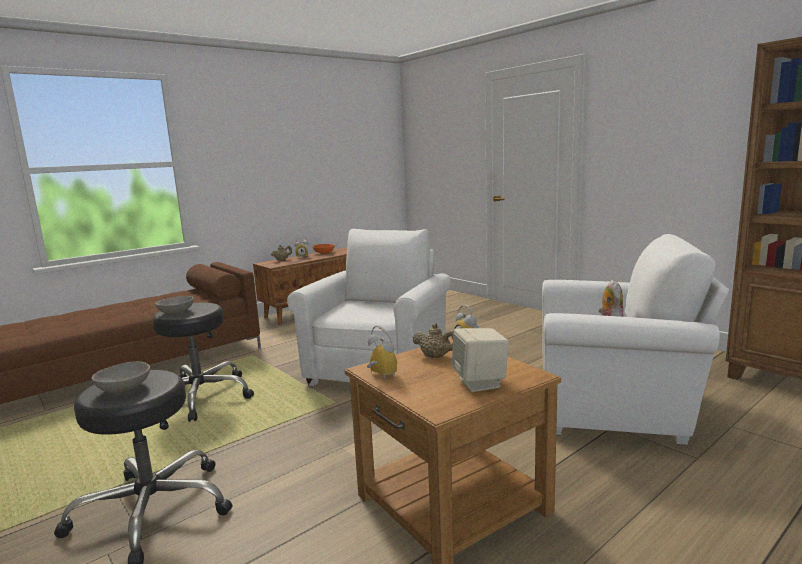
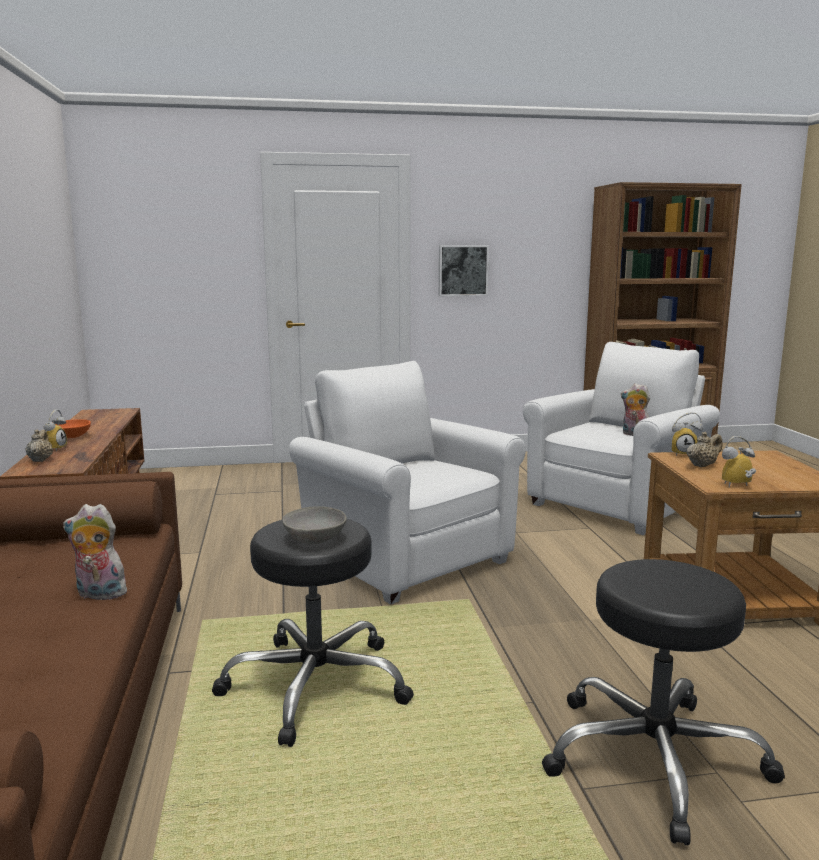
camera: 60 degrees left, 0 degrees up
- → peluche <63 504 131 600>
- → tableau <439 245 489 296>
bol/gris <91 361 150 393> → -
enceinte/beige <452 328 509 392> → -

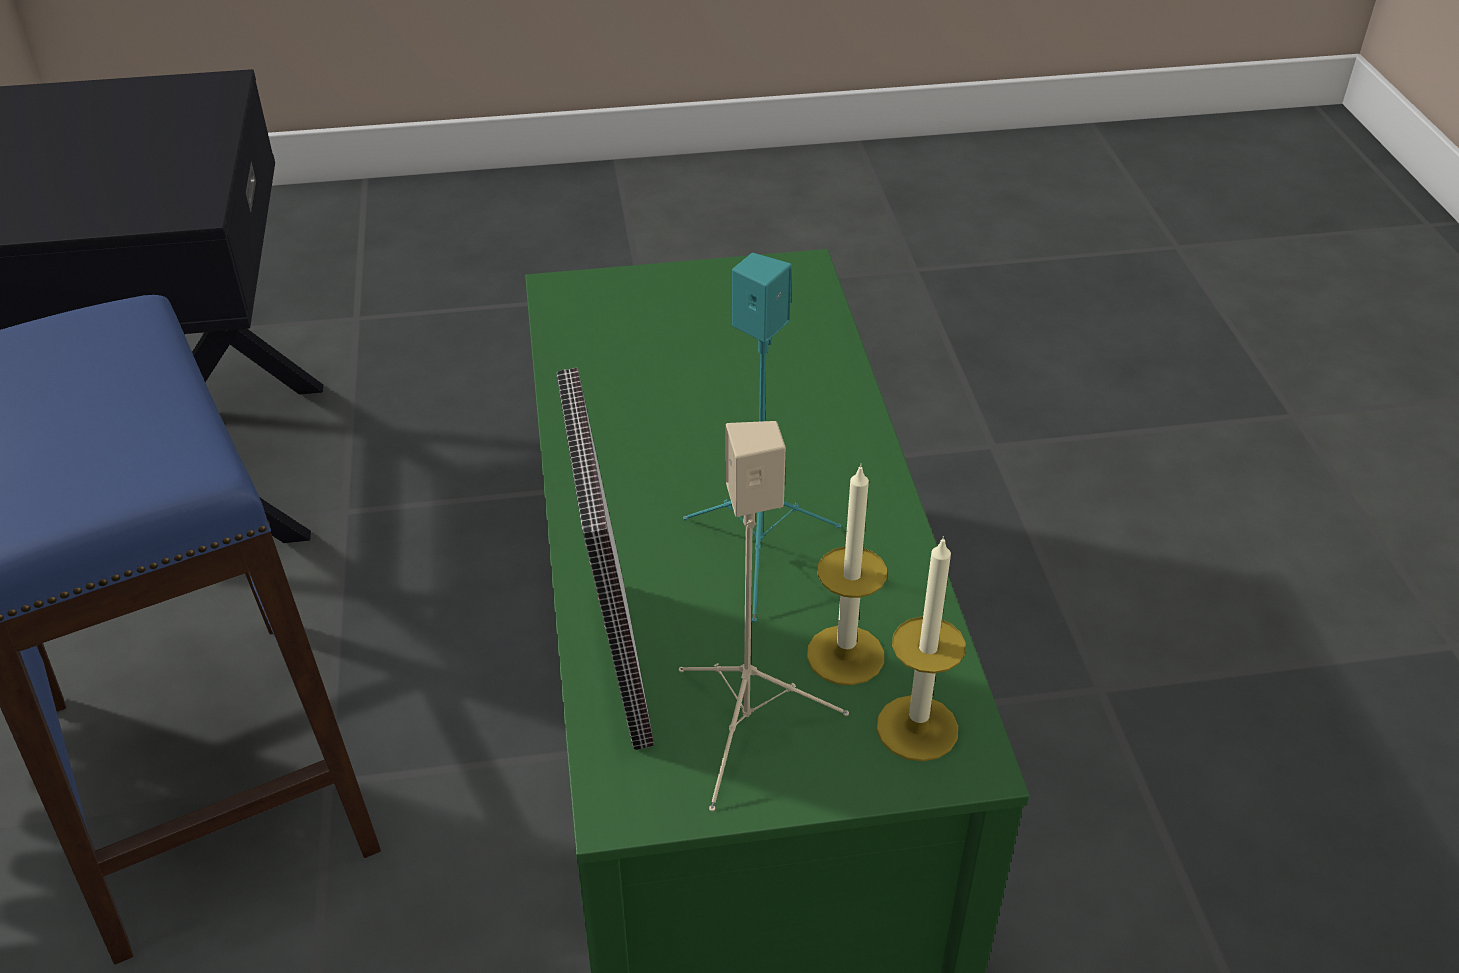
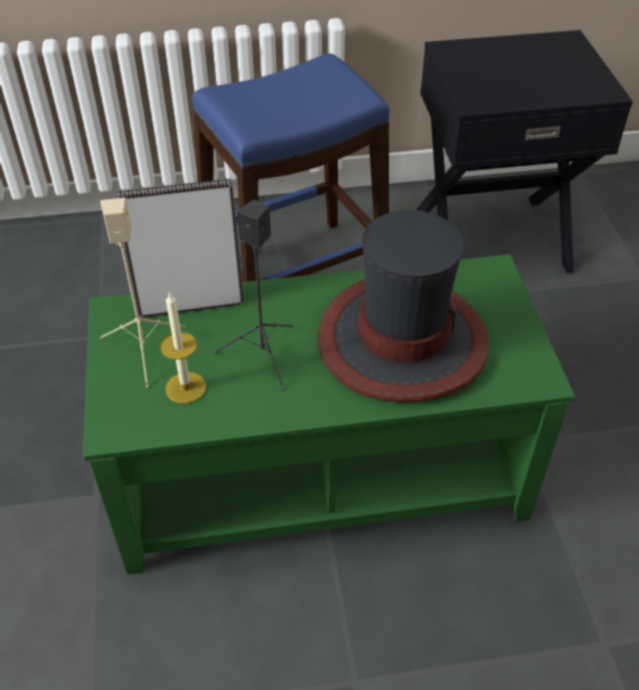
camera: 90 degrees right, 5 degrees up
enceinte/turquoise <683 253 841 622> → enceinte/noir <213 200 293 390>
- → chapeau <318 210 489 402>
bougie <877 536 966 761> → -

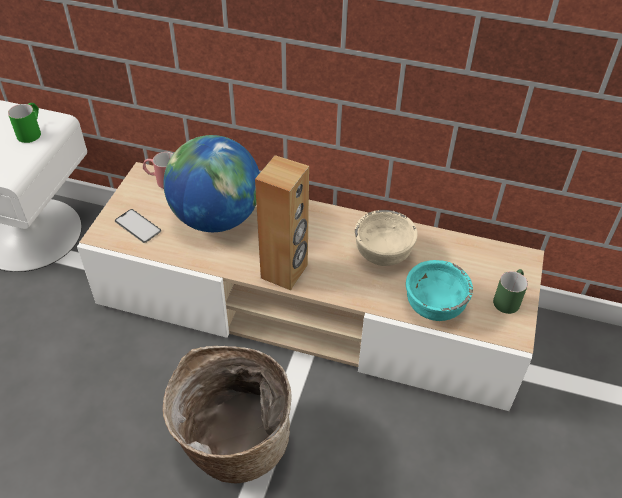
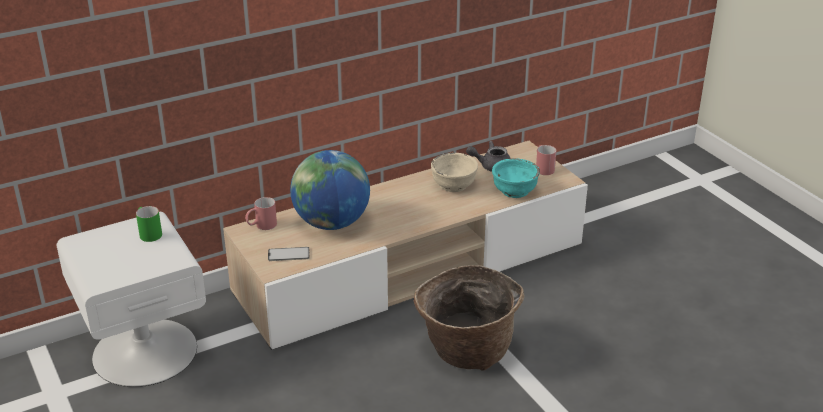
camera: 45 degrees left, 15 degrees down
- → théière/gris <466 141 511 172>
mug/vert <493 269 528 314> → mug/rouge <536 145 556 175>
enceinte/marron <255 155 309 290> → -

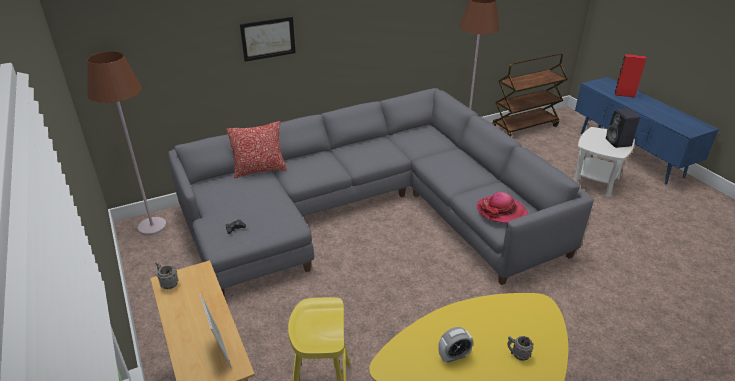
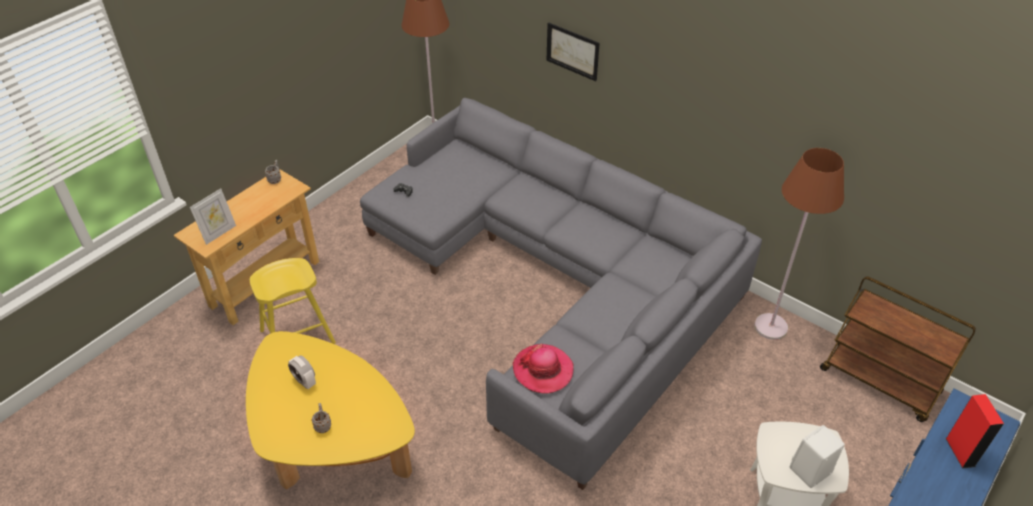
camera: 65 degrees right, 10 degrees up
enceinte/noir <606 109 640 148> → enceinte/blanc <790 425 845 488>
coussin <227 121 287 178> → -

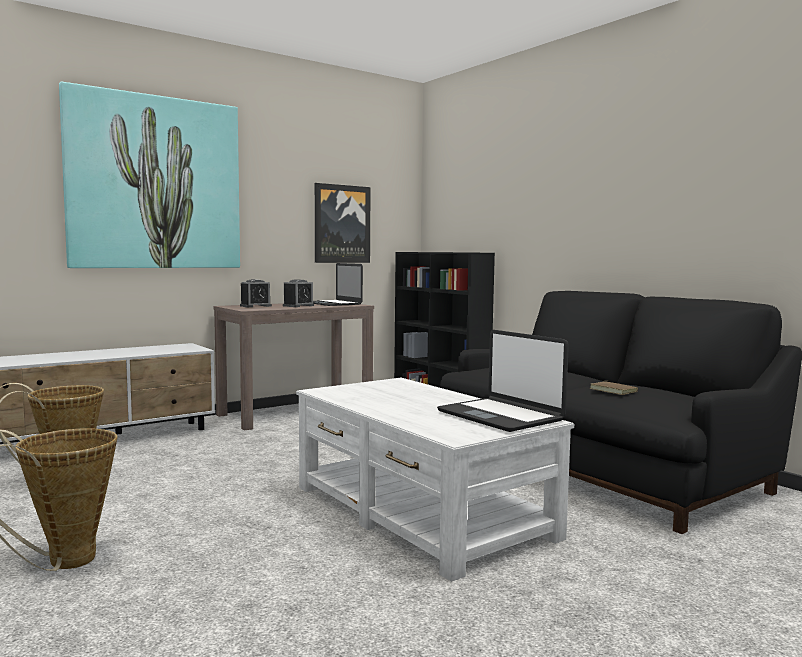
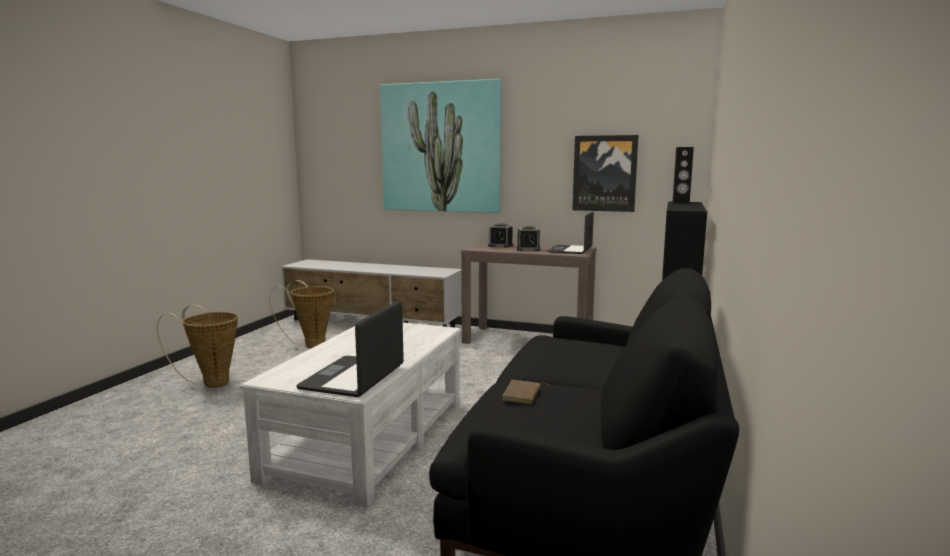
camera: 55 degrees right, 5 degrees up
- → enceinte/noir <673 147 694 203>

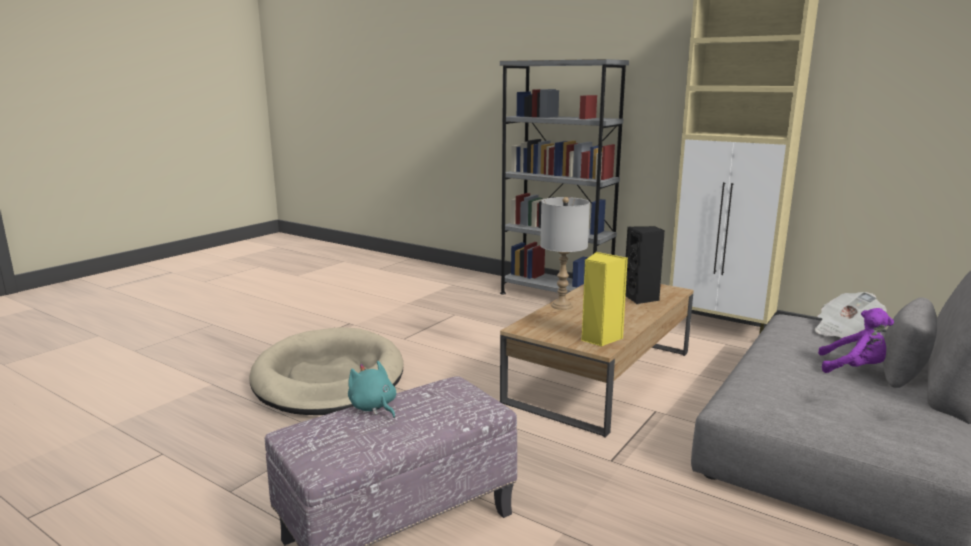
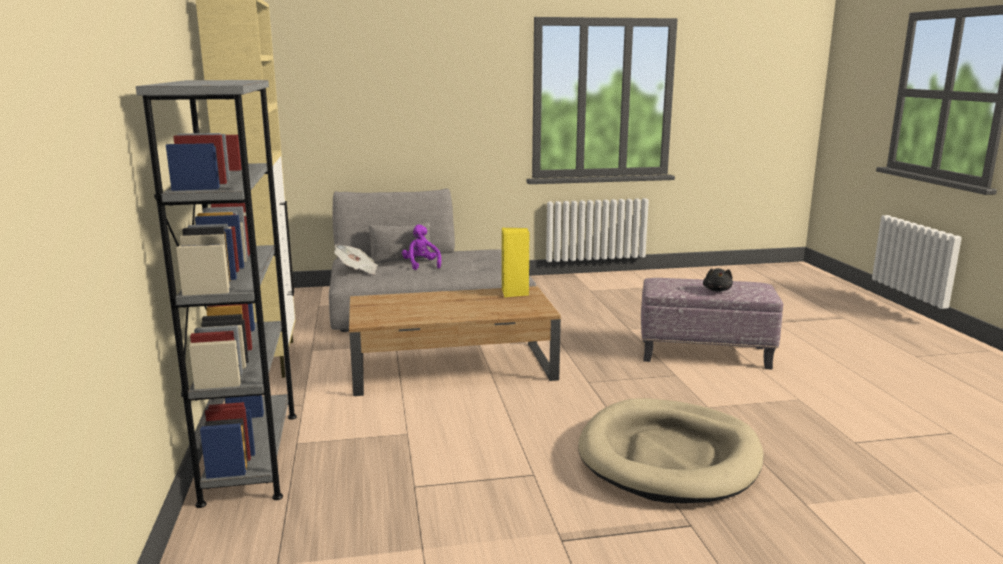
camera: 135 degrees left, 0 degrees up
peluche/turquoise <348 361 396 418> → peluche/noir <703 268 733 291>
lampe de table/gris <540 197 590 310> → -
enceinte/noir <626 226 665 304> → -

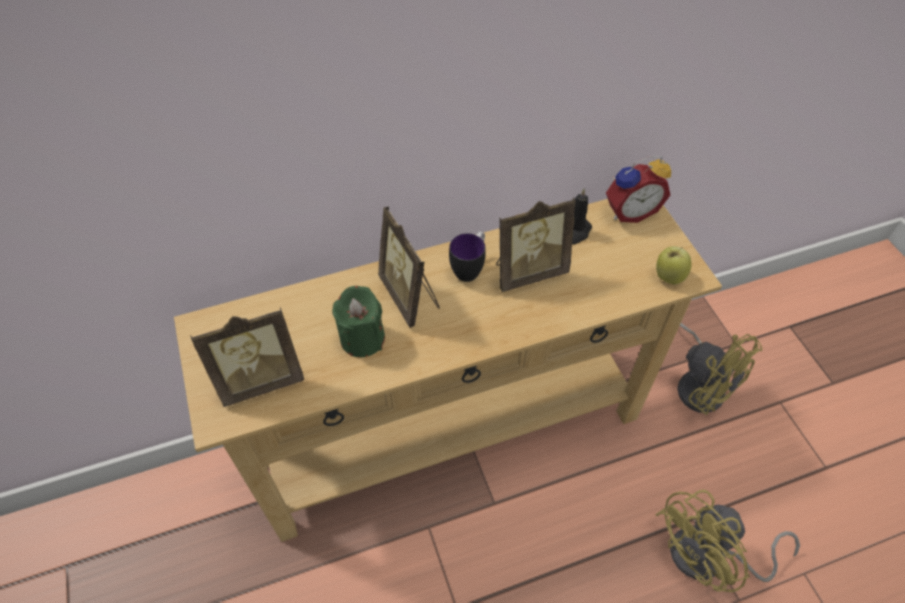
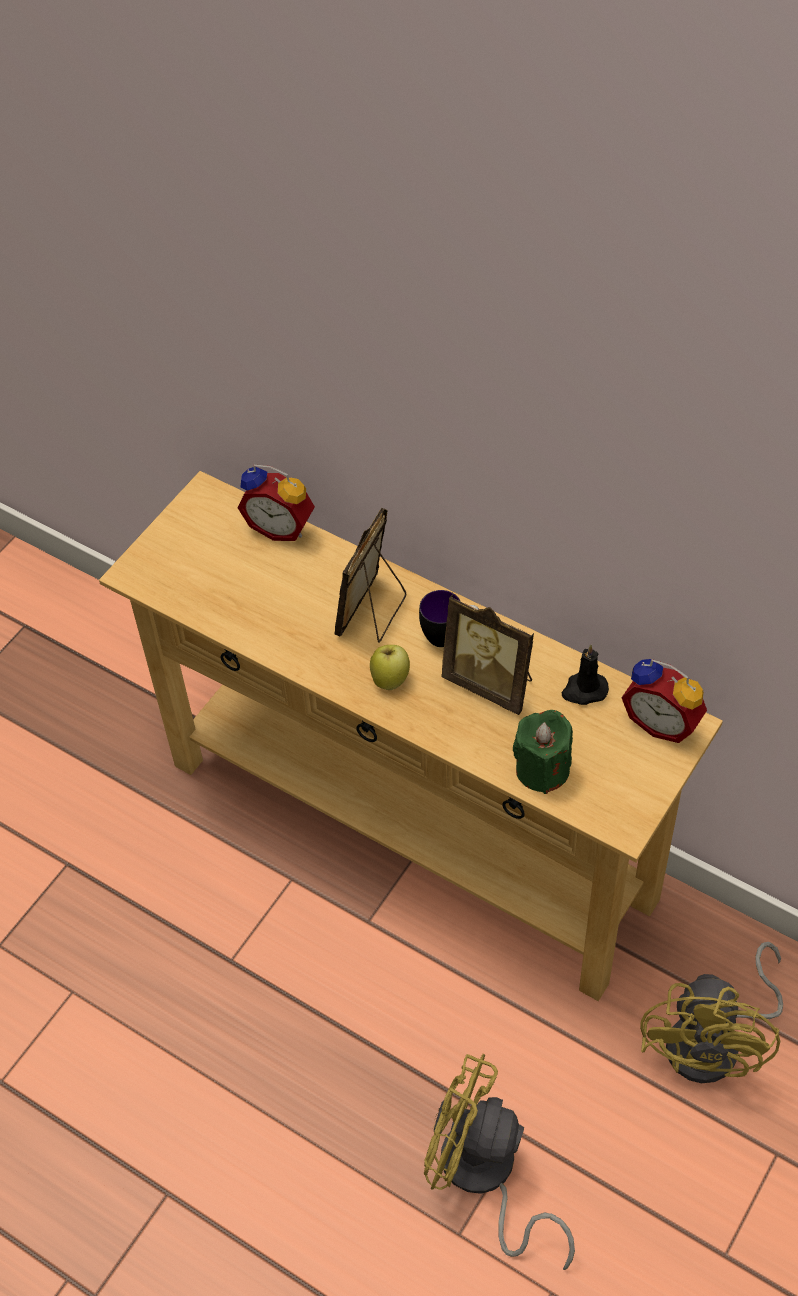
camera: 55 degrees right, 0 degrees up
- → réveil <237 465 315 541>
pomme <656 246 692 285> → pomme <370 645 410 690>, move
bougie/vert <332 286 385 357> → bougie/vert <513 710 573 794>, move
cadre photo <190 307 304 407> → -

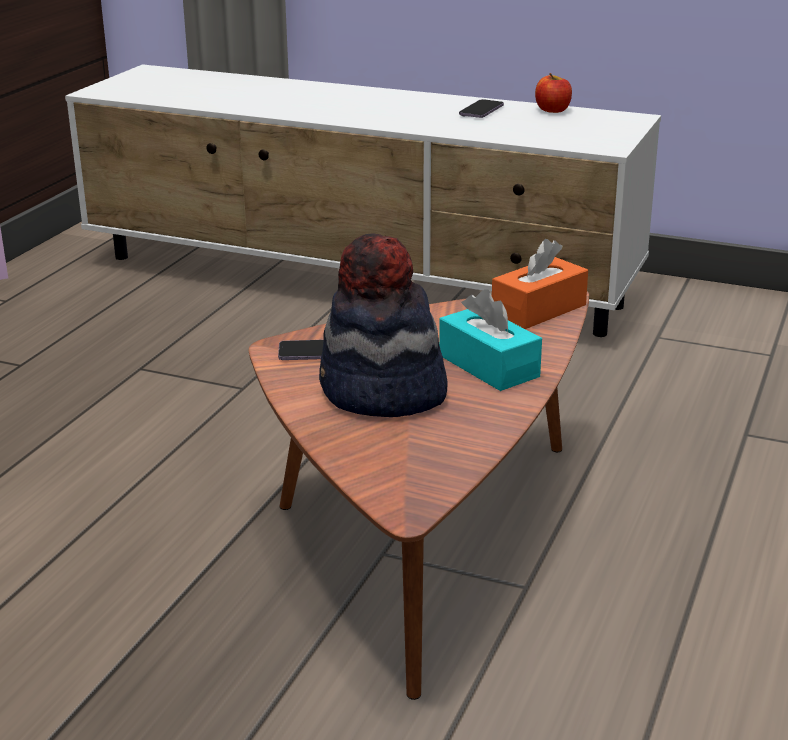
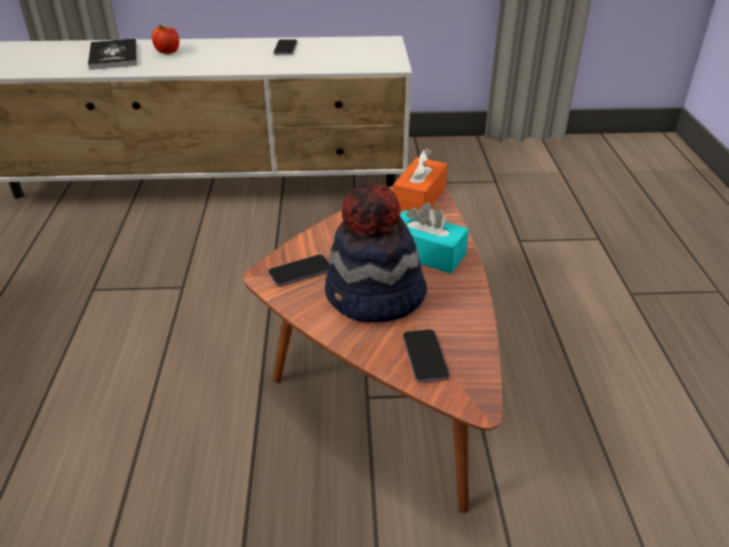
camera: 25 degrees left, 10 degrees up
- → livre <88 38 137 70>
pomme <535 73 572 113> → pomme <152 25 179 54>, move
- → téléphone <403 329 449 383>

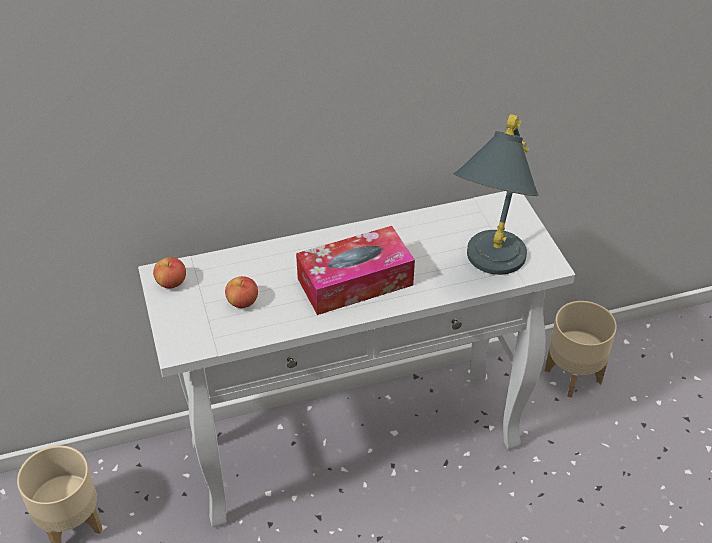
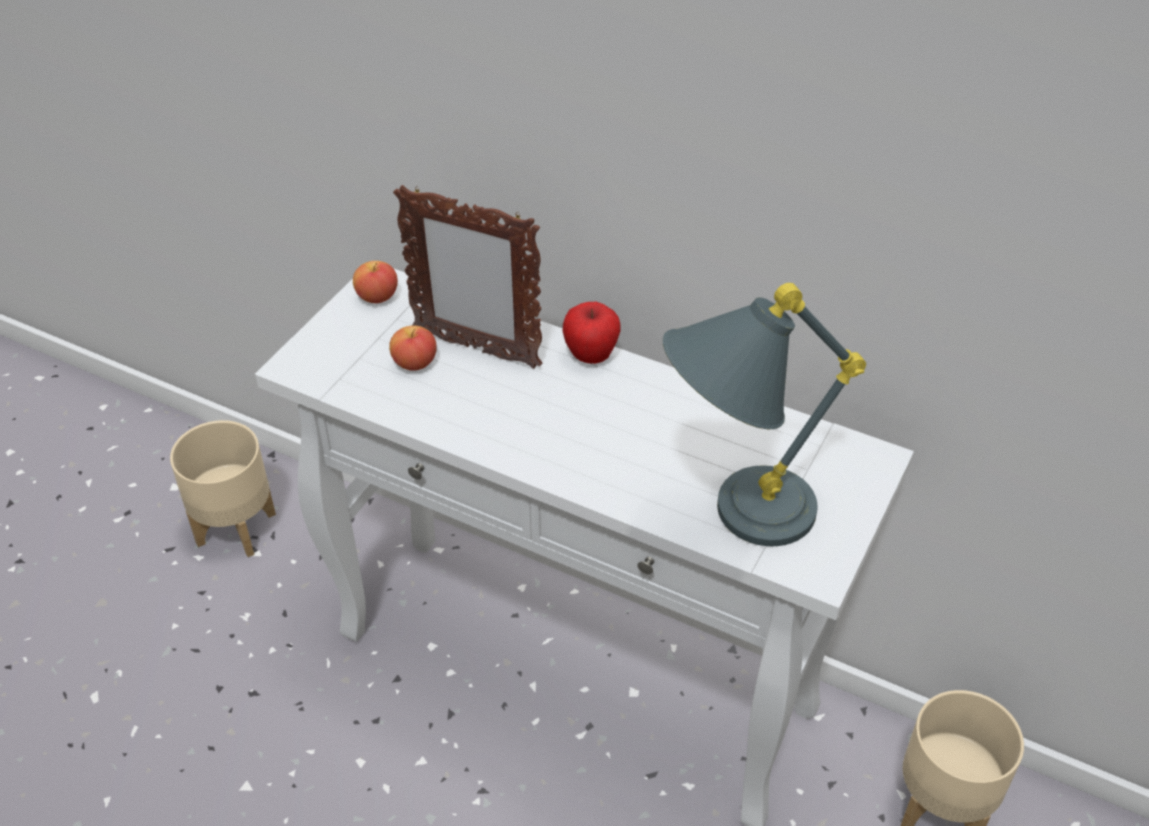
camera: 45 degrees right, 0 degrees up
- → cadre photo <393 185 542 369>
- → pomme <563 302 620 364>
boîte à mouchoirs <296 226 415 315> → -

